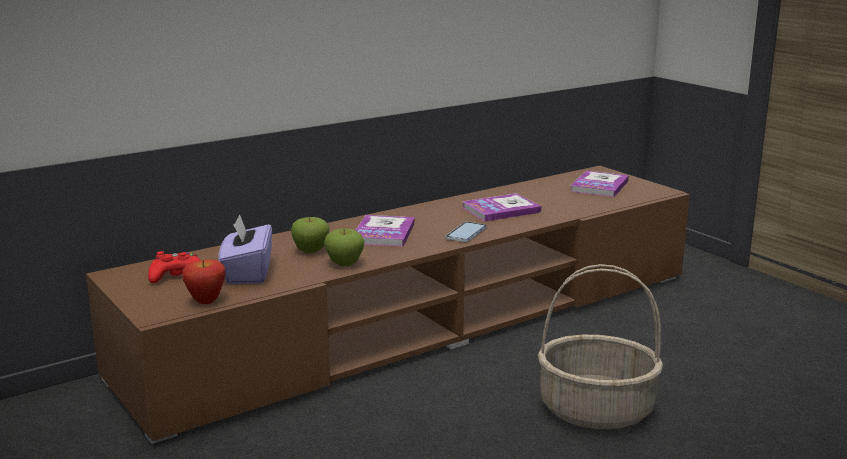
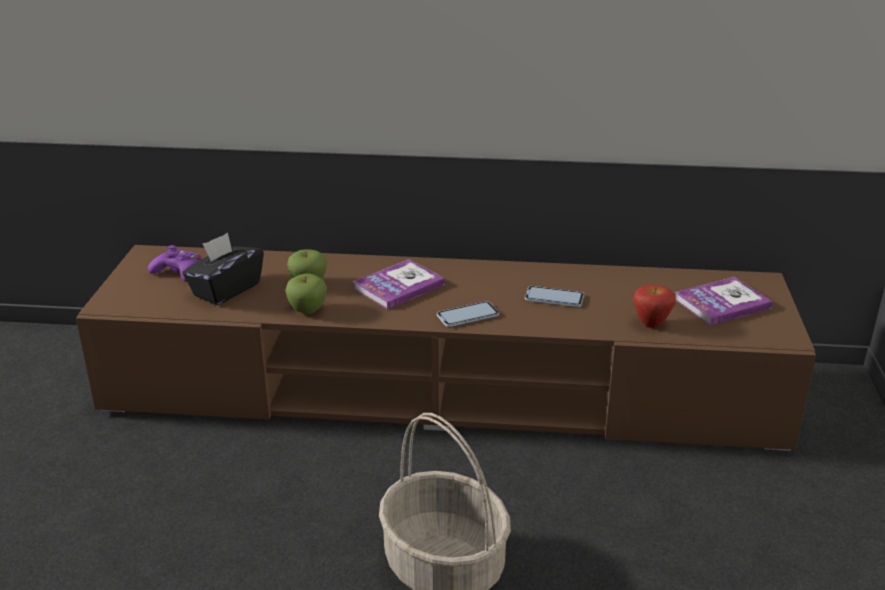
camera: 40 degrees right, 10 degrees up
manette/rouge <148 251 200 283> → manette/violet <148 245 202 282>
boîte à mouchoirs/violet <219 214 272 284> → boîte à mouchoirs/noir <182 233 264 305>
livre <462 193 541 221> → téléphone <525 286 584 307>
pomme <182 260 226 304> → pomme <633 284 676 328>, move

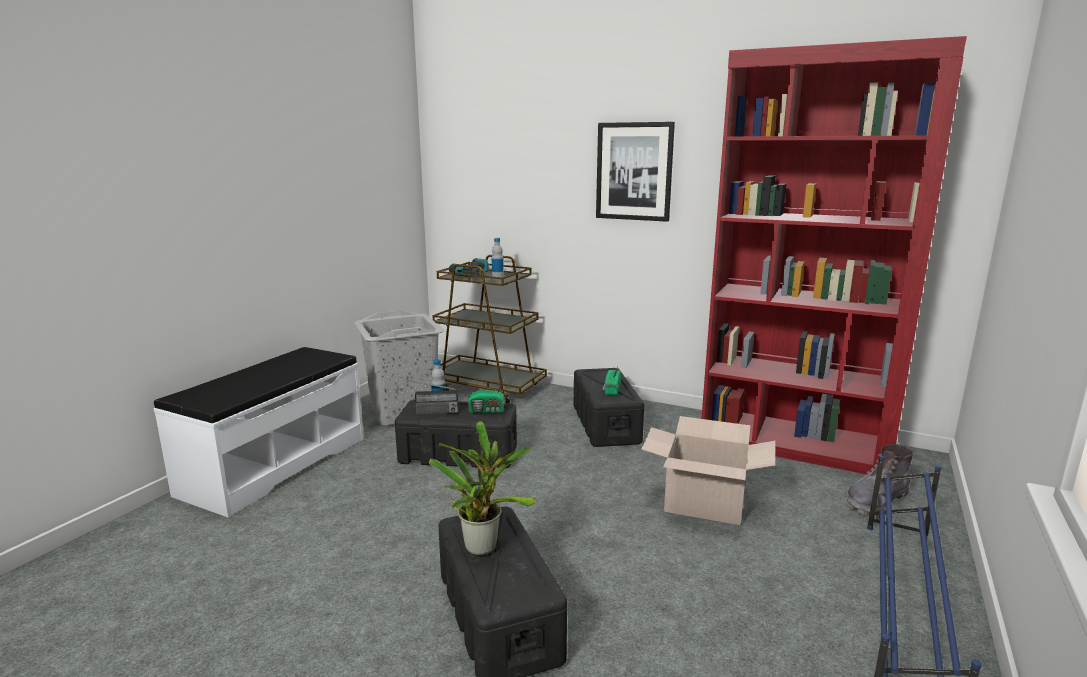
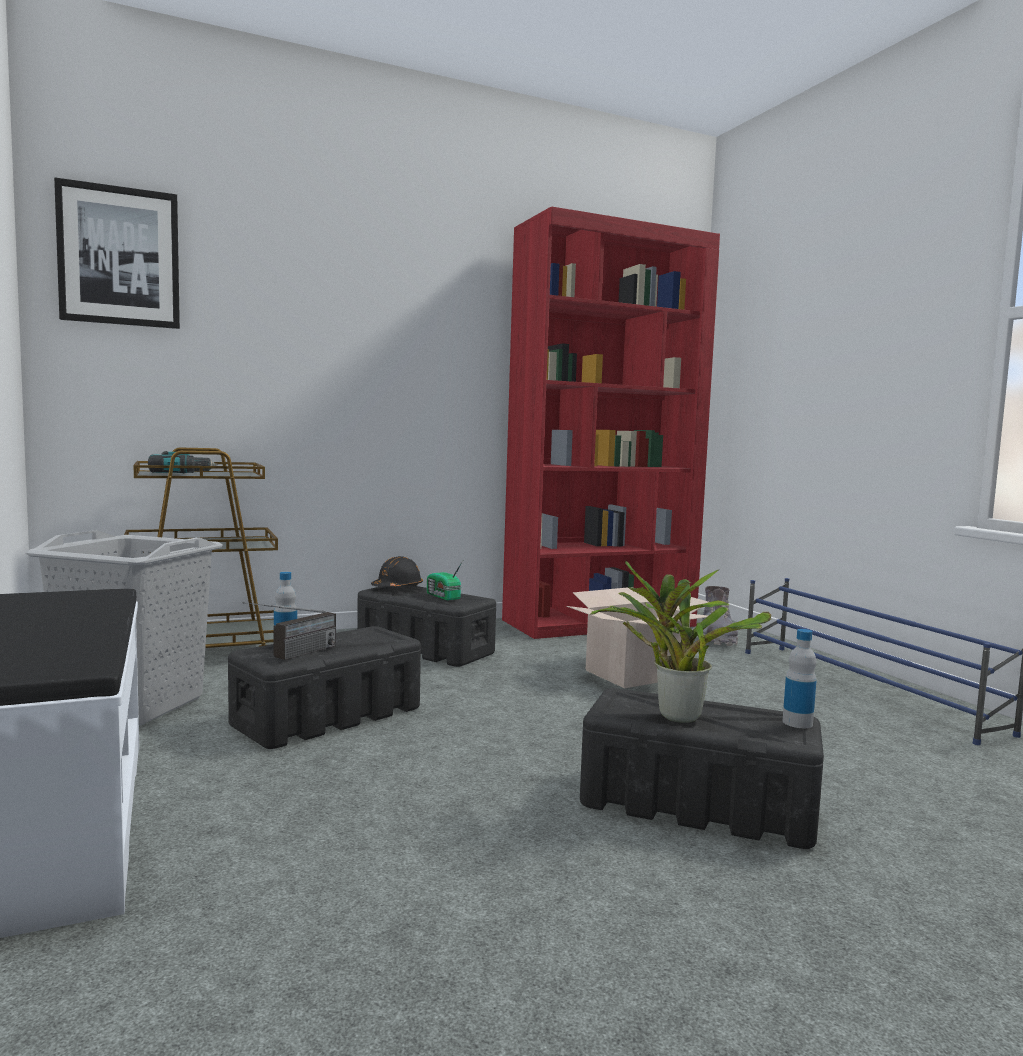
camera: 50 degrees left, 10 degrees down
tableau <596 122 675 222> → tableau <54 177 180 329>, move
- → casque de chantier/noir <371 556 423 588>
bouteille <492 238 504 277> → bouteille <783 629 817 728>, move
radio <468 376 506 413> → -

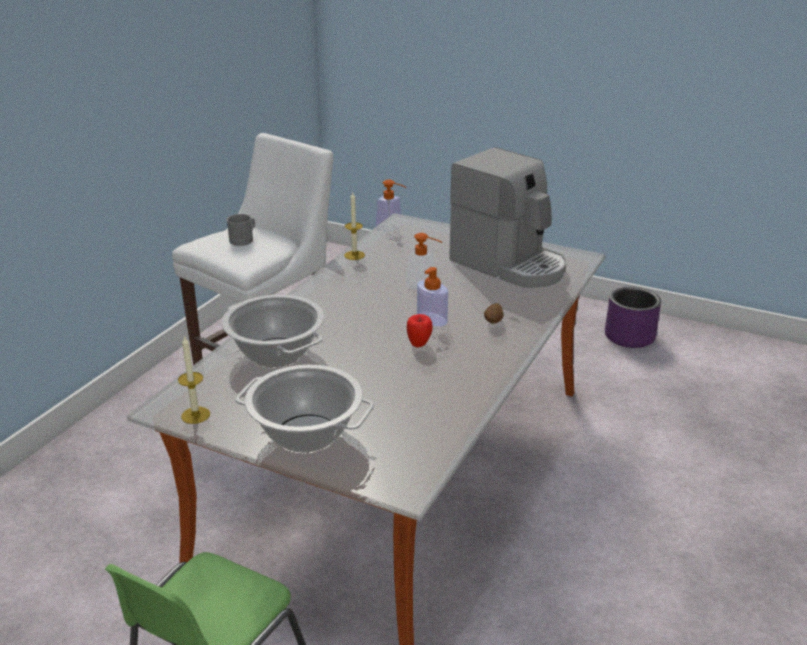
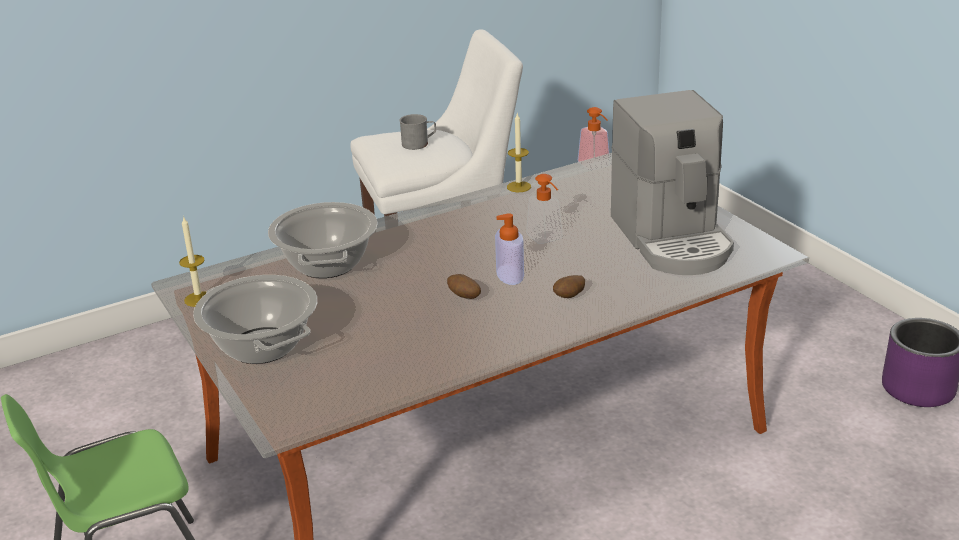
camera: 35 degrees right, 0 degrees up
pomme <407 314 432 347> → pomme de terre <447 274 481 299>

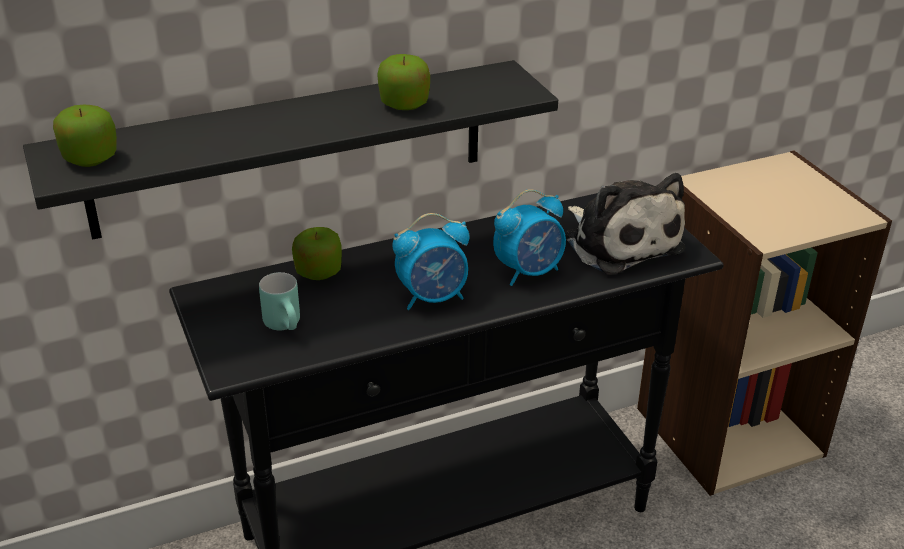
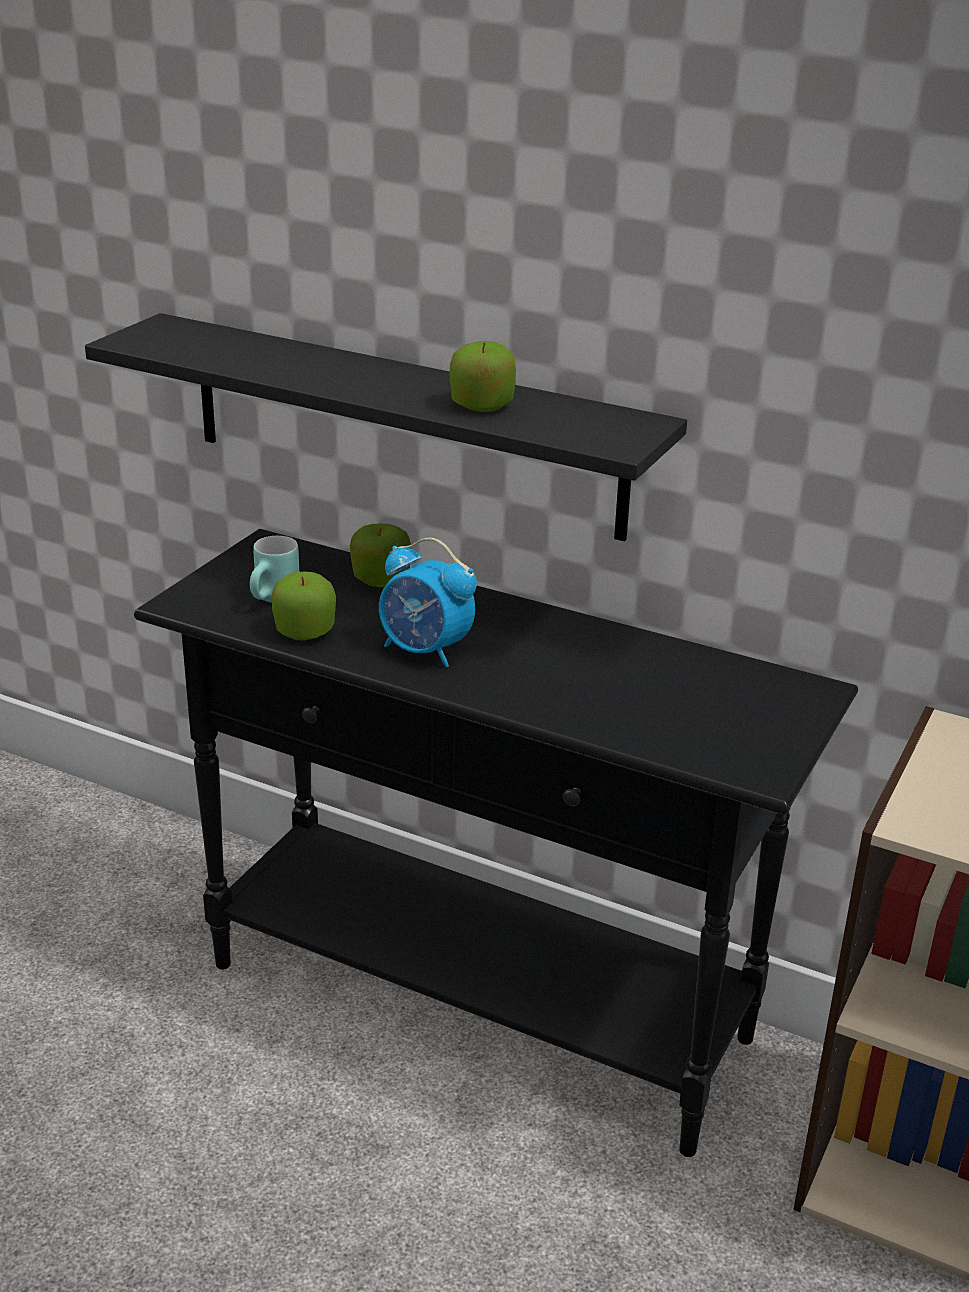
camera: 50 degrees right, 5 degrees down
pomme <53 105 117 167> → pomme <272 572 336 641>, move
réveil <493 189 566 286> → -
peluche <565 173 685 275> → -

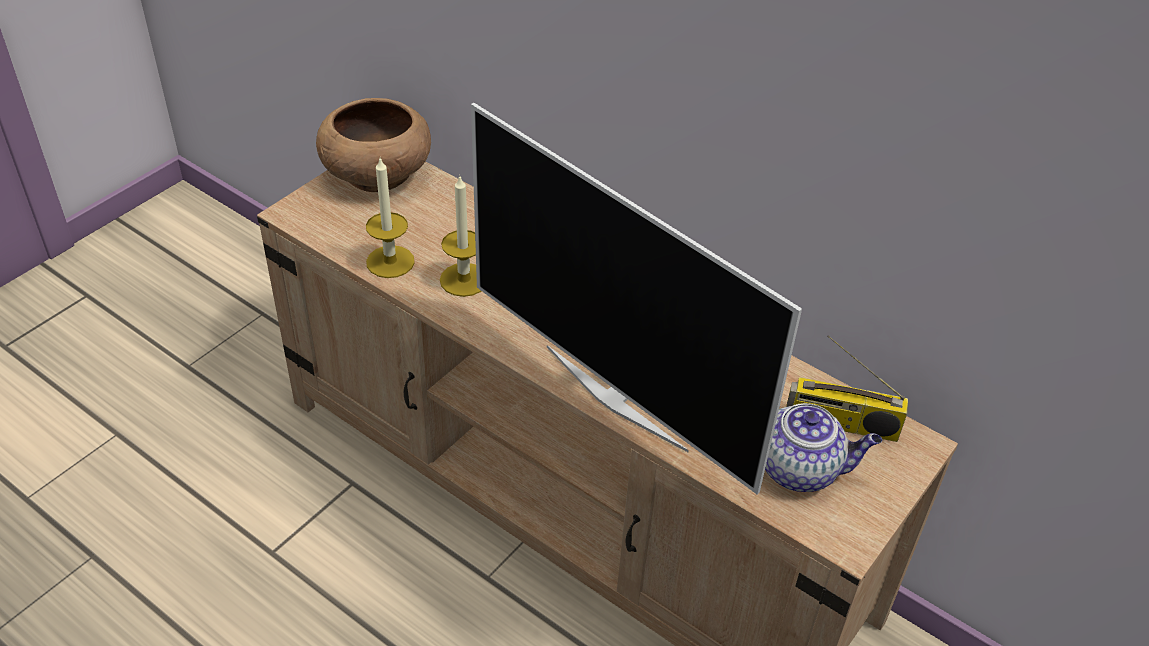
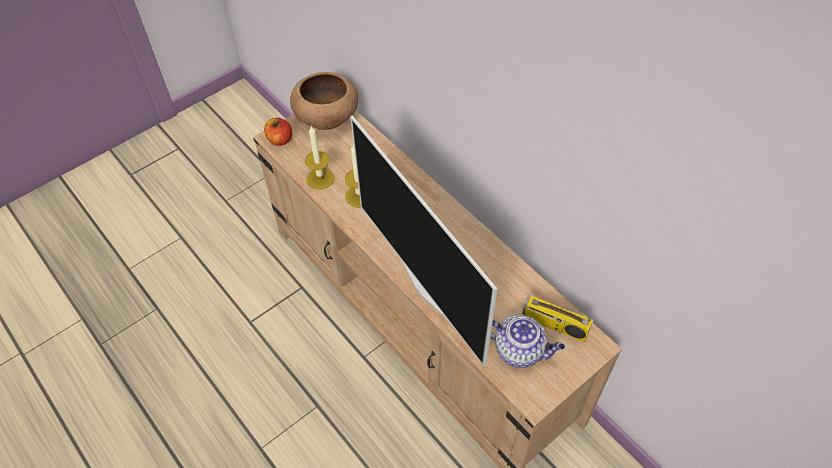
camera: 15 degrees right, 10 degrees up
- → pomme <264 118 292 146>

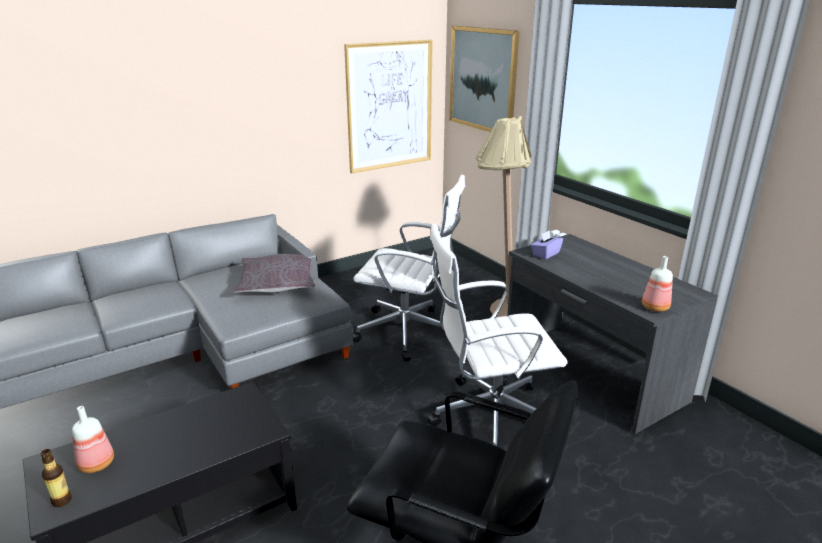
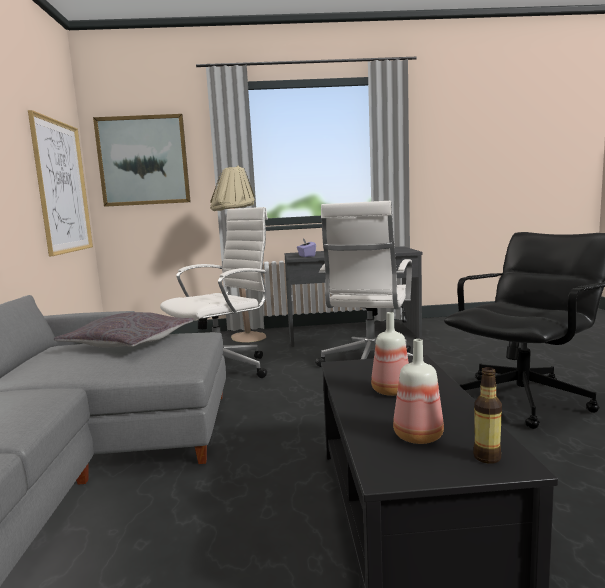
camera: 60 degrees left, 15 degrees down
bouteille <642 256 673 312> → bouteille <371 312 409 396>, move

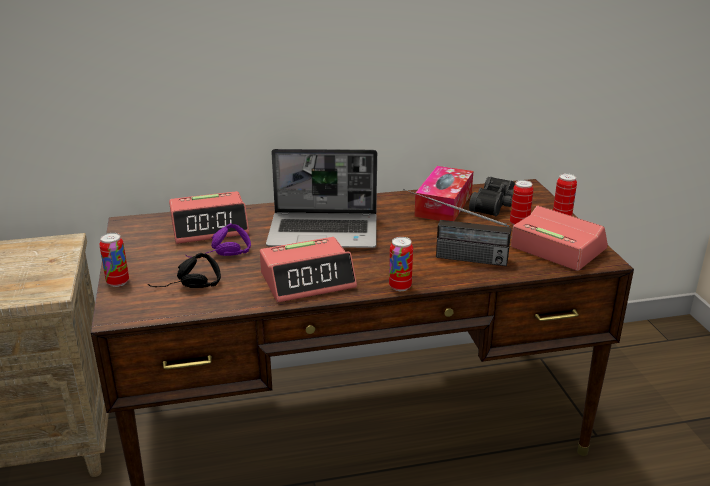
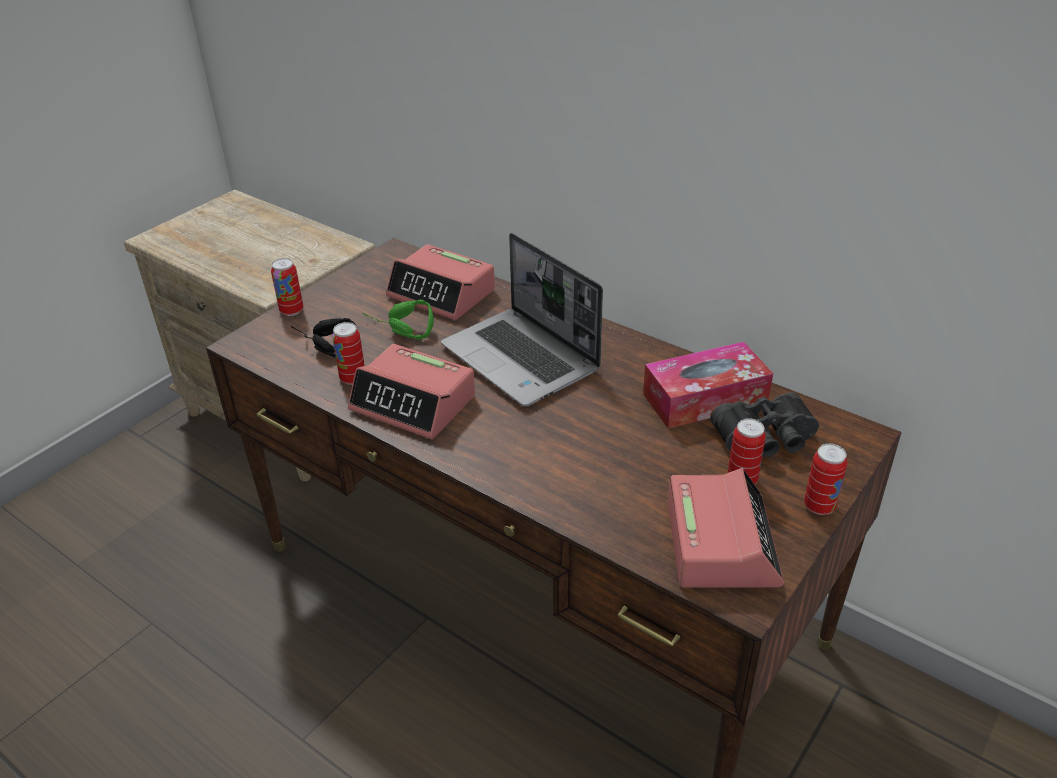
camera: 50 degrees right, 10 degrees up
boîte métallique <389 237 413 291> → boîte métallique <332 322 365 385>, move
casque audio/violet <186 223 251 257> → casque audio/vert <362 300 434 340>
radio <403 189 511 266> → -

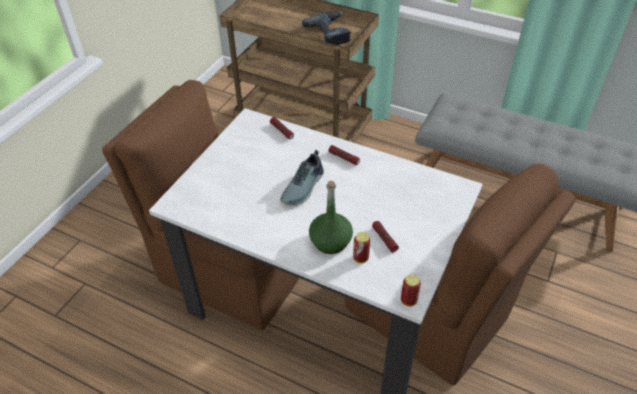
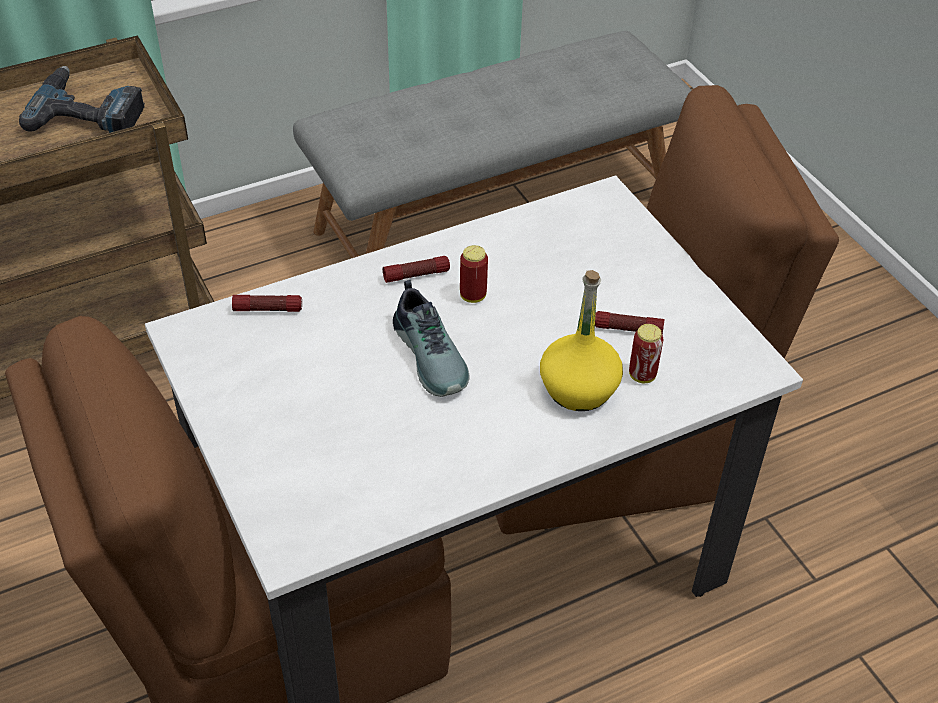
camera: 55 degrees left, 0 degrees up
boîte métallique <401 274 421 307> → boîte métallique <460 245 488 303>, move
bouteille/vert <309 181 353 254> → bouteille/jaune <540 270 623 411>

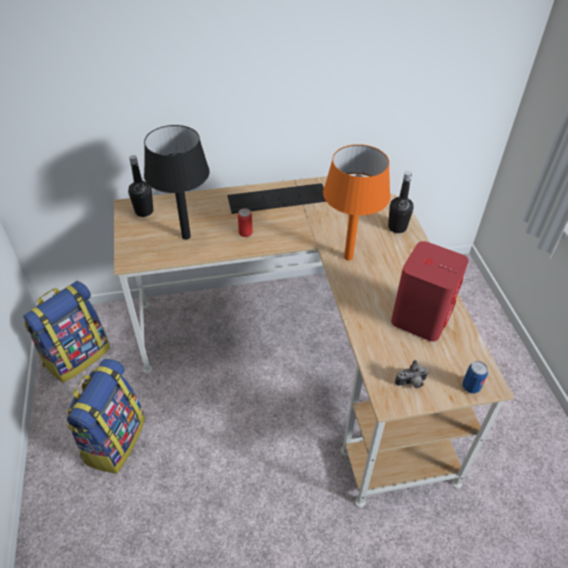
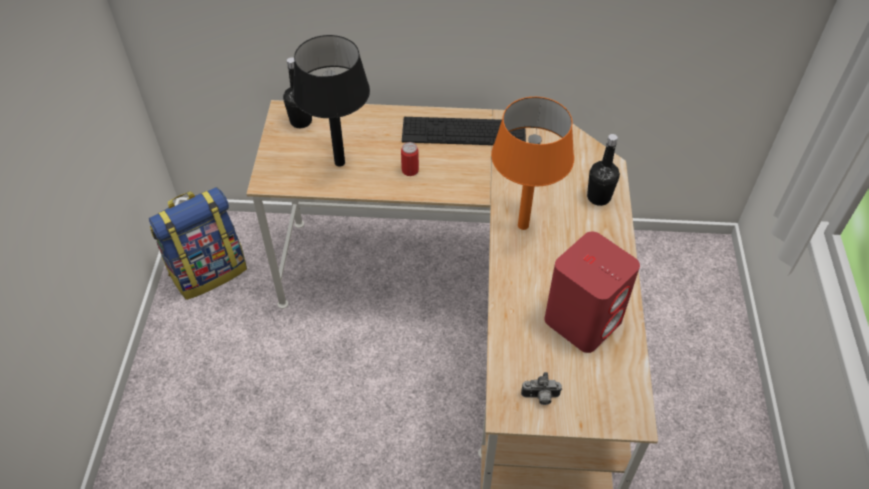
camera: 15 degrees right, 5 degrees up
sac à dos <66 359 145 474> → -
boîte métallique <462 361 488 394> → -

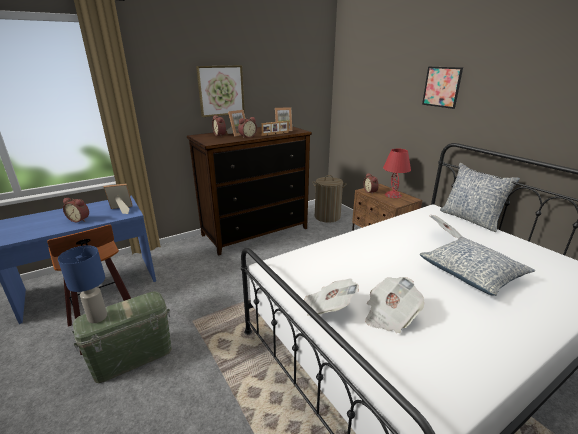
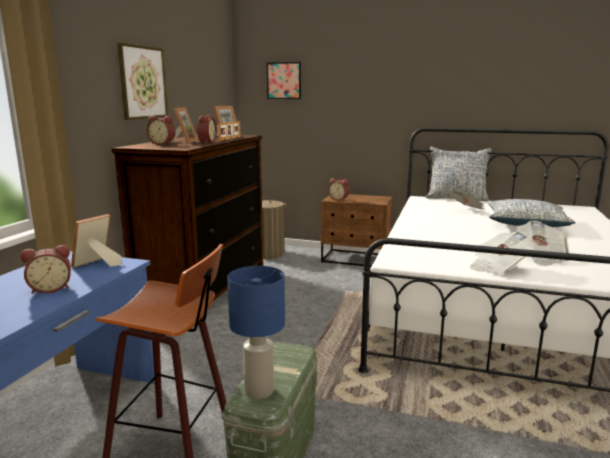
camera: 40 degrees left, 10 degrees down
tableau <422 66 463 109> → tableau <267 62 301 99>, move
lampe de table/rouge <383 148 411 198> → -

